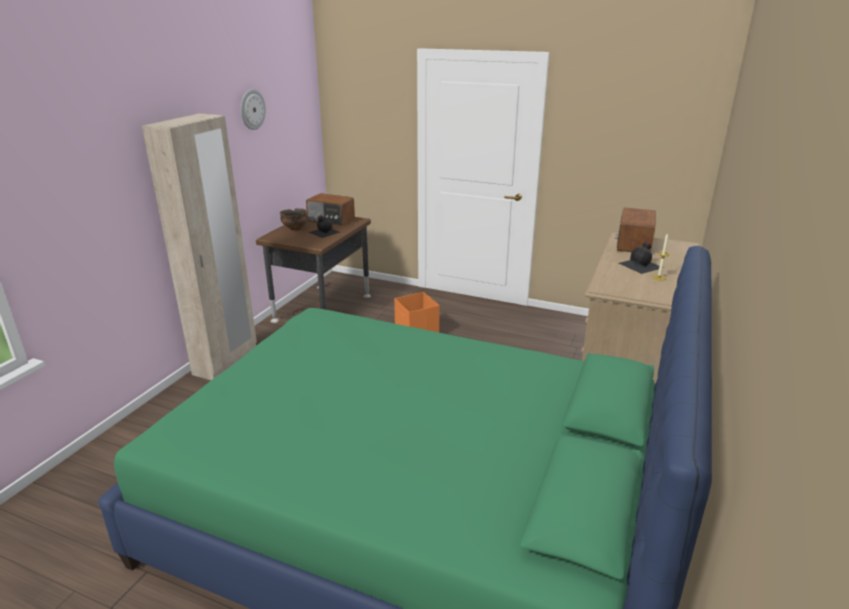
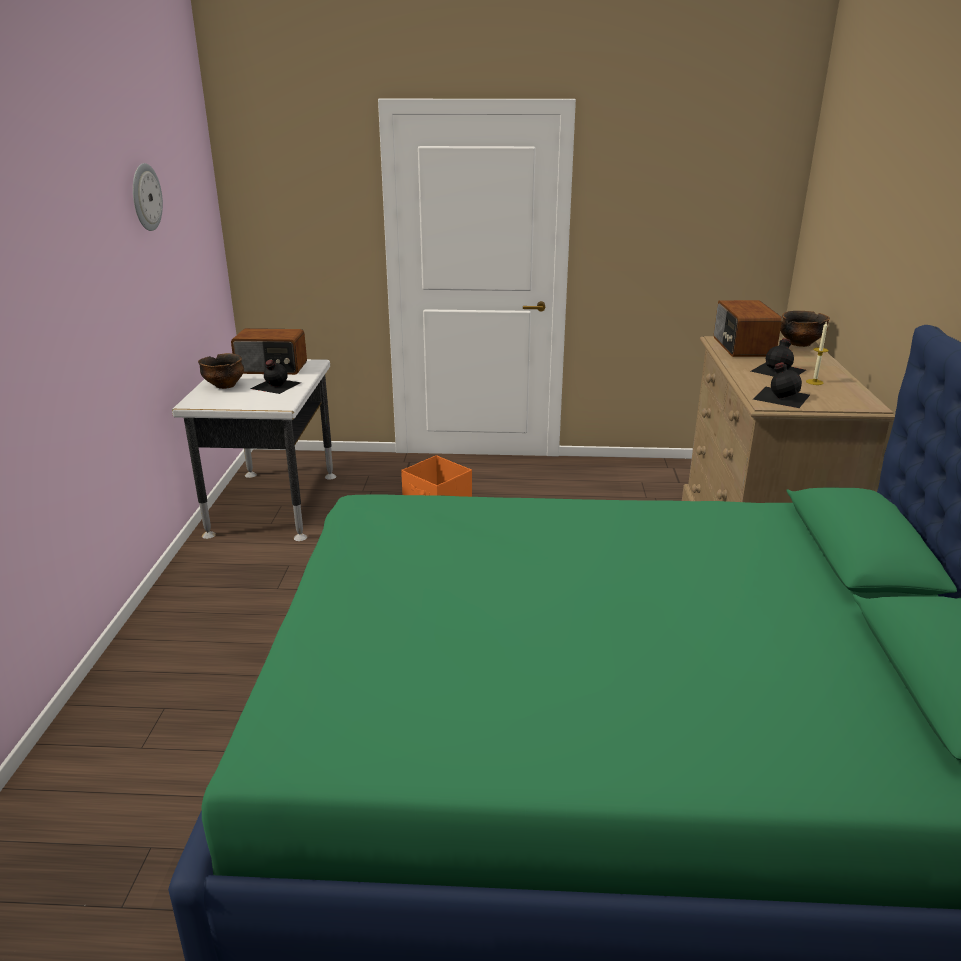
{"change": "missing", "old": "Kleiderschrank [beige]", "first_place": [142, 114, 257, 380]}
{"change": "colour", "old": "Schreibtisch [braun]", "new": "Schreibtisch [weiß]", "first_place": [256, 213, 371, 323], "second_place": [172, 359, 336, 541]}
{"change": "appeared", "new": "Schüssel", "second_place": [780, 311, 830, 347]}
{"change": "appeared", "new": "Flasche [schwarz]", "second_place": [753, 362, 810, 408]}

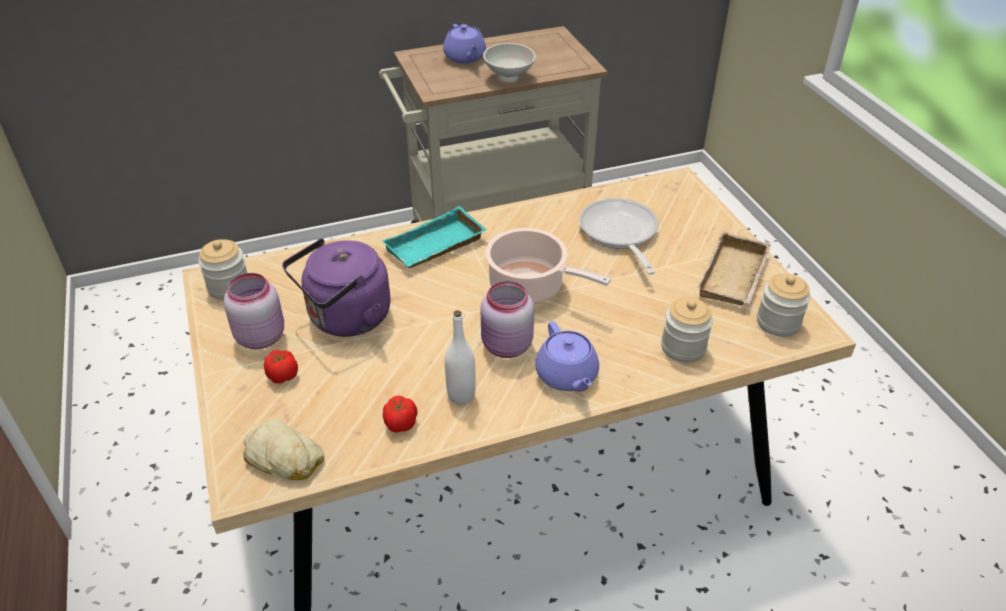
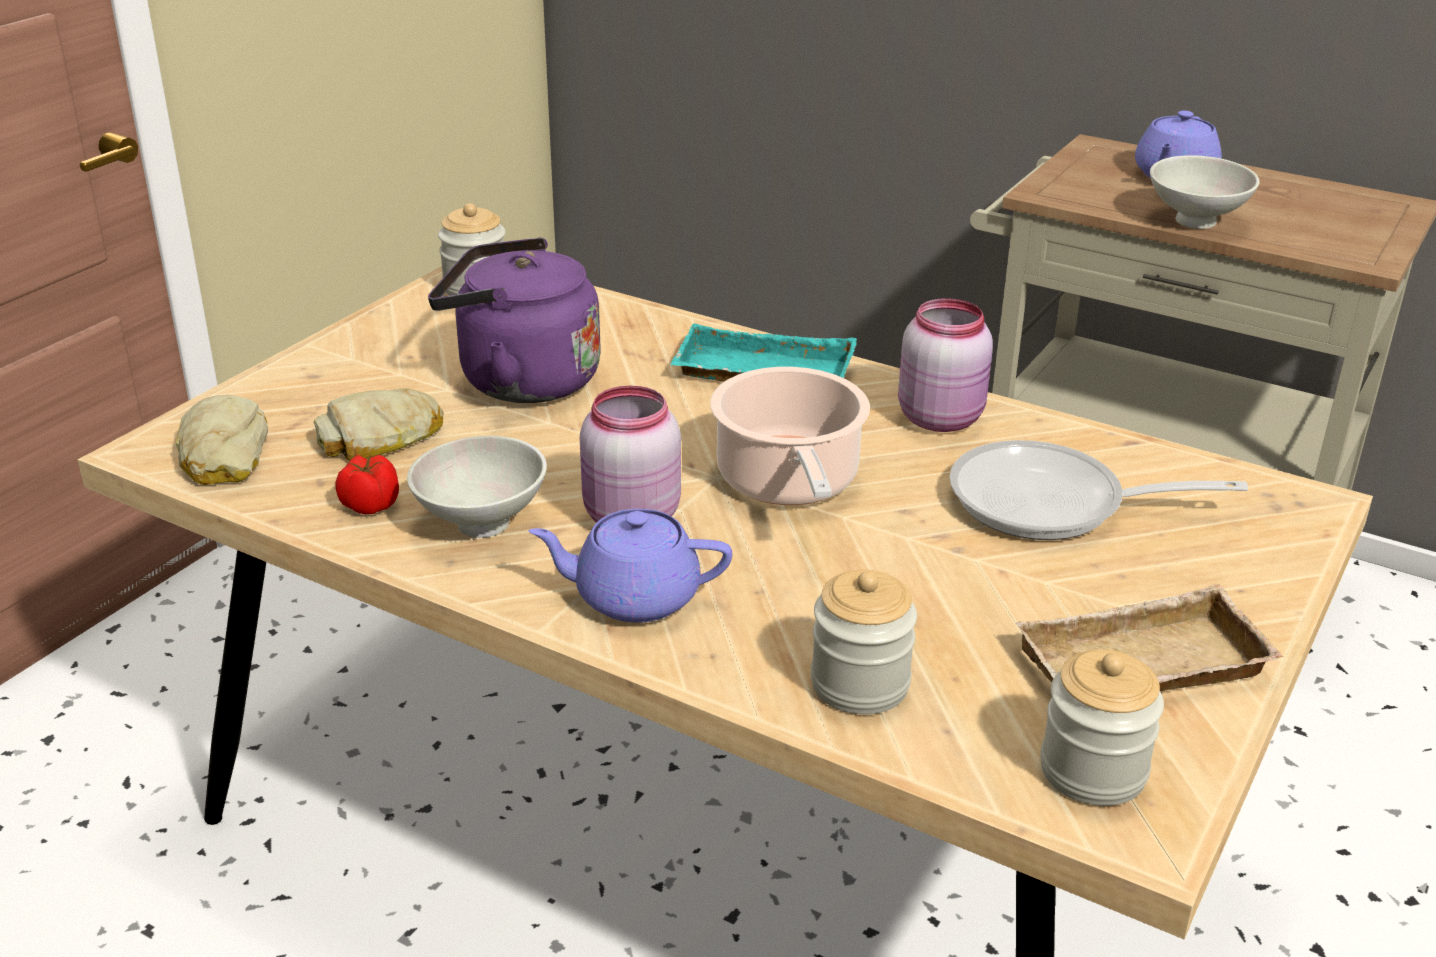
{"change": "spun", "old": "Pfanne", "first_place": [579, 198, 659, 275], "second_place": [949, 440, 1248, 540], "degrees": -120}
{"change": "relocated", "old": "Vorratsglas [rosa]", "first_place": [224, 273, 284, 350], "second_place": [898, 298, 993, 432]}
{"change": "exchanged", "old": "Flasche [weiß]", "new": "Schüssel [weiß]", "first_place": [445, 310, 476, 405], "second_place": [407, 436, 547, 538]}
{"change": "spun", "old": "Teekanne [lila]", "first_place": [535, 321, 599, 392], "second_place": [528, 509, 732, 623], "degrees": 60}
{"change": "missing", "old": "Tomate", "first_place": [264, 350, 298, 383]}
{"change": "appeared", "new": "Brot", "second_place": [314, 388, 444, 461]}

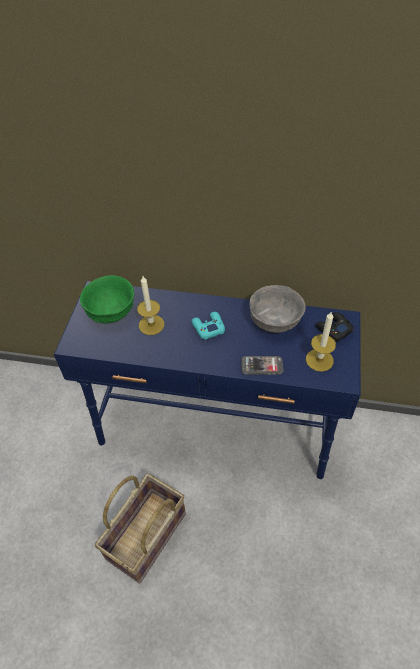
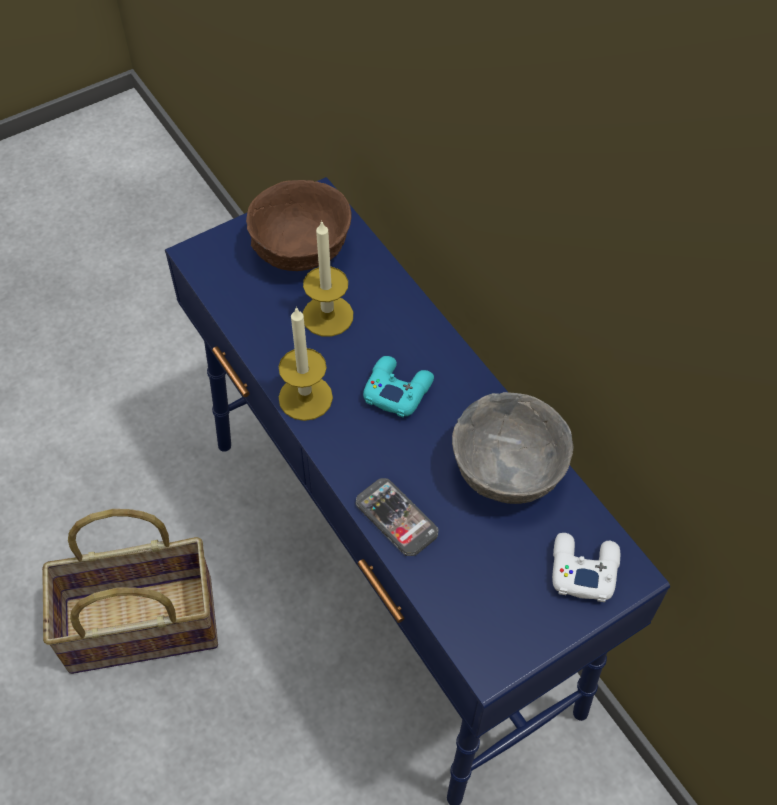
{"change": "colour", "old": "Schüssel [grün]", "new": "Schüssel [braun]", "first_place": [80, 275, 134, 323], "second_place": [246, 180, 352, 271]}
{"change": "relocated", "old": "Kerze", "first_place": [306, 311, 336, 372], "second_place": [279, 306, 333, 421]}
{"change": "colour", "old": "Gamepad [schwarz]", "new": "Gamepad [weiß]", "first_place": [315, 312, 354, 342], "second_place": [552, 533, 620, 602]}

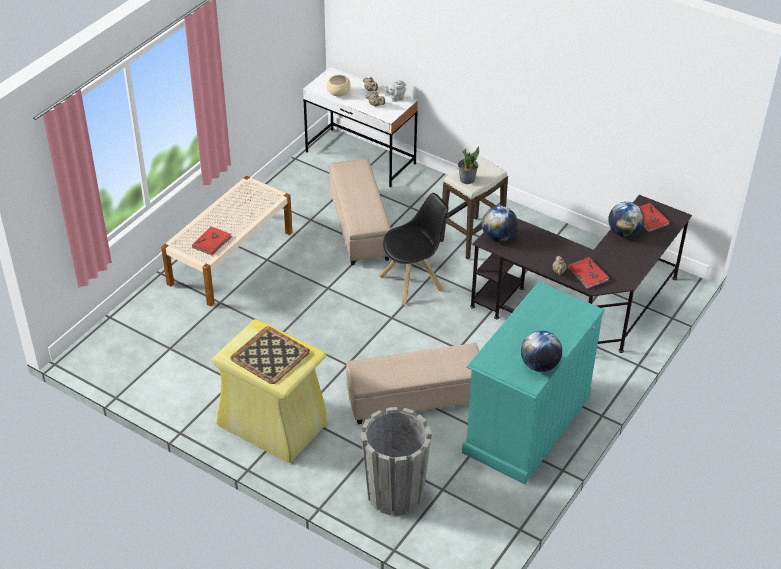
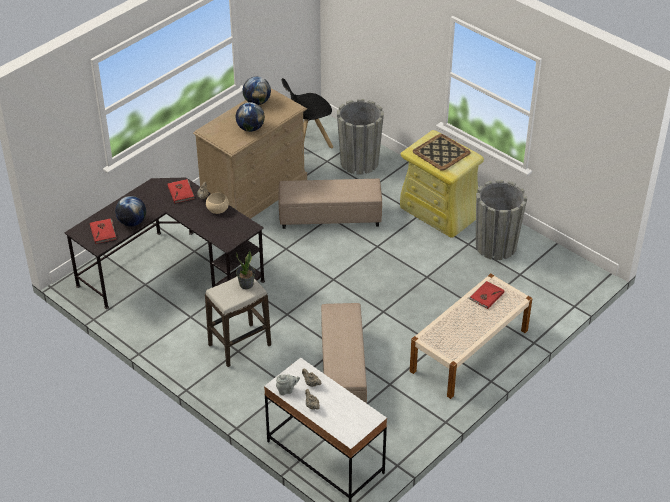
{"change": "relocated", "old": "Schüssel [beige]", "first_place": [327, 75, 351, 97], "second_place": [206, 193, 229, 214]}
{"change": "relocated", "old": "Stuhl [schwarz]", "first_place": [379, 193, 449, 306], "second_place": [281, 78, 333, 148]}
{"change": "relocated", "old": "Globus", "first_place": [482, 206, 518, 242], "second_place": [236, 102, 265, 132]}
{"change": "colour", "old": "Kommode [türkis]", "new": "Kommode [beige]", "first_place": [462, 282, 605, 484], "second_place": [193, 88, 307, 219]}
{"change": "appeared", "new": "Pflanzkübel [grau]", "second_place": [476, 180, 527, 260]}

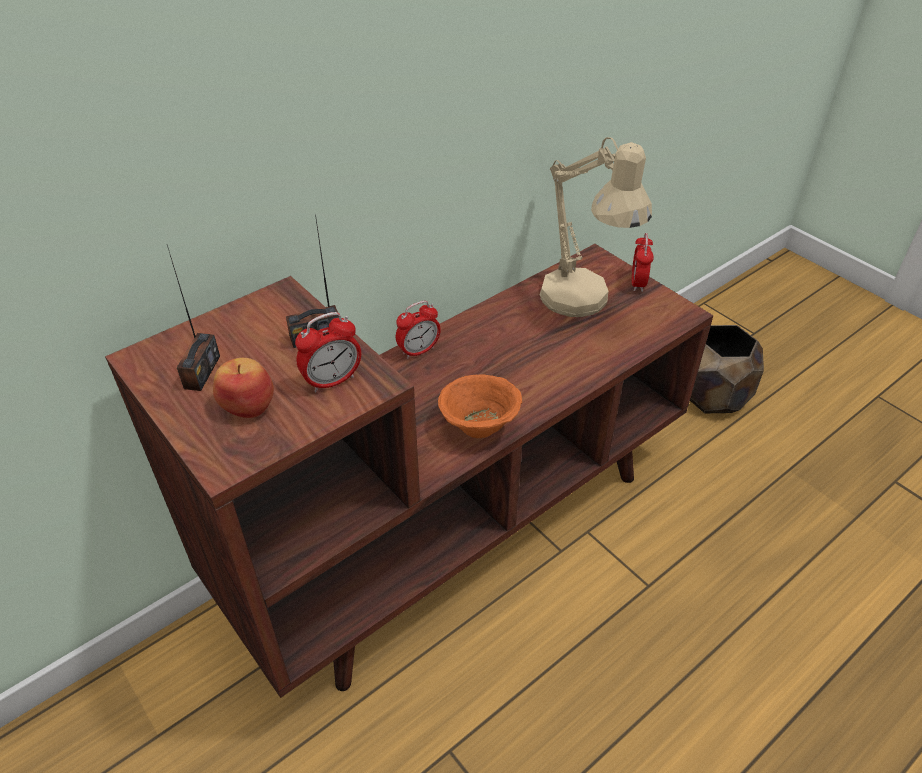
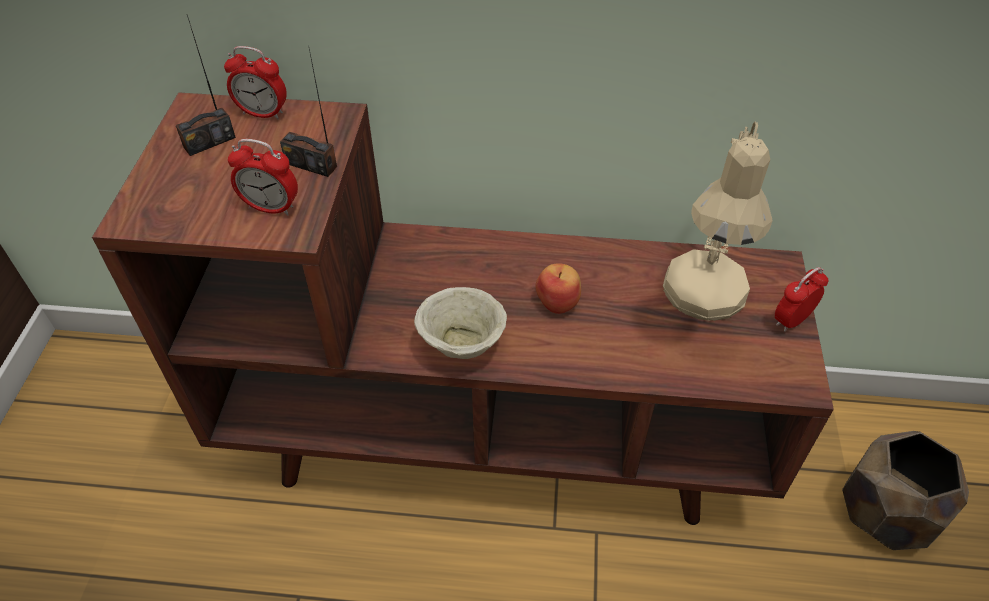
{"change": "relocated", "old": "Wecker", "first_place": [396, 301, 441, 359], "second_place": [224, 46, 287, 120]}
{"change": "relocated", "old": "Apfel", "first_place": [213, 358, 274, 418], "second_place": [536, 263, 581, 314]}
{"change": "colour", "old": "Schüssel [orange]", "new": "Schüssel [beige]", "first_place": [438, 374, 522, 438], "second_place": [414, 287, 507, 359]}

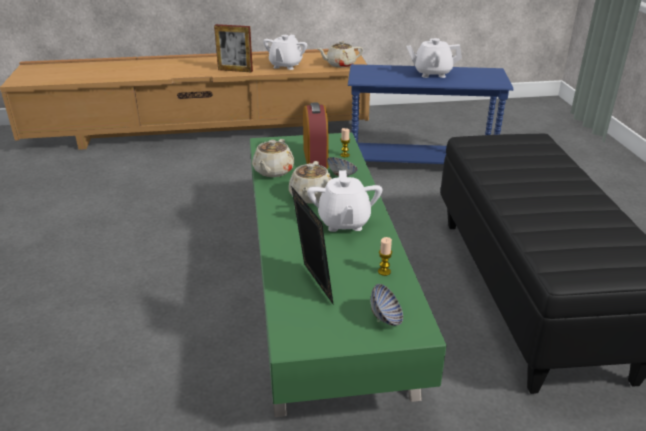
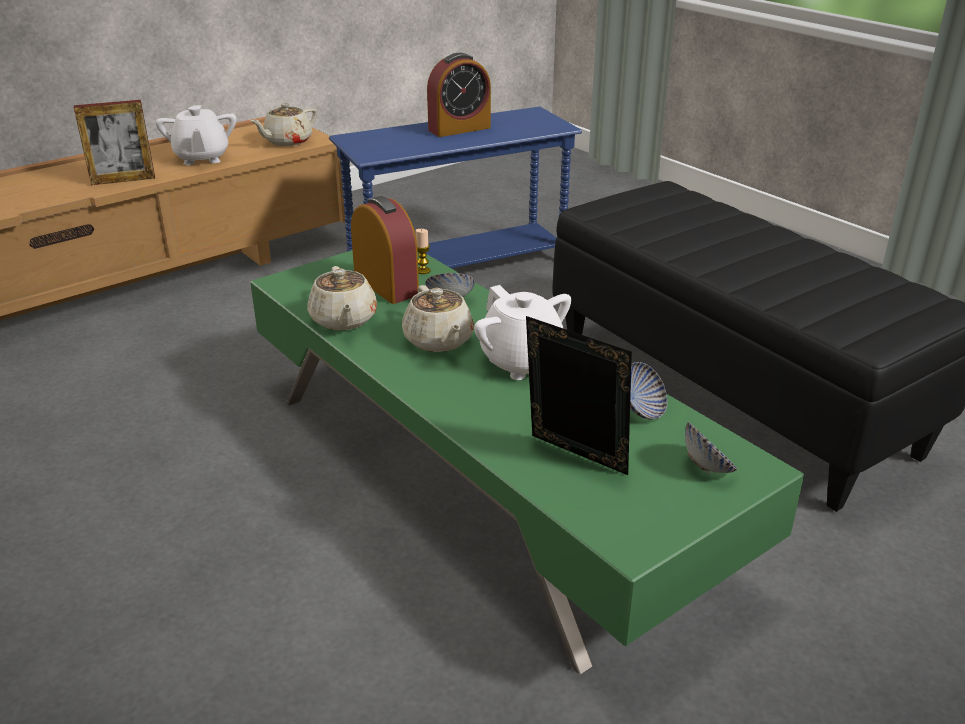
{"change": "exchanged", "old": "Teekanne [weiß]", "new": "Wecker", "first_place": [406, 38, 462, 78], "second_place": [427, 53, 491, 137]}
{"change": "exchanged", "old": "Kerze", "new": "Schüssel", "first_place": [378, 237, 392, 276], "second_place": [630, 362, 667, 420]}

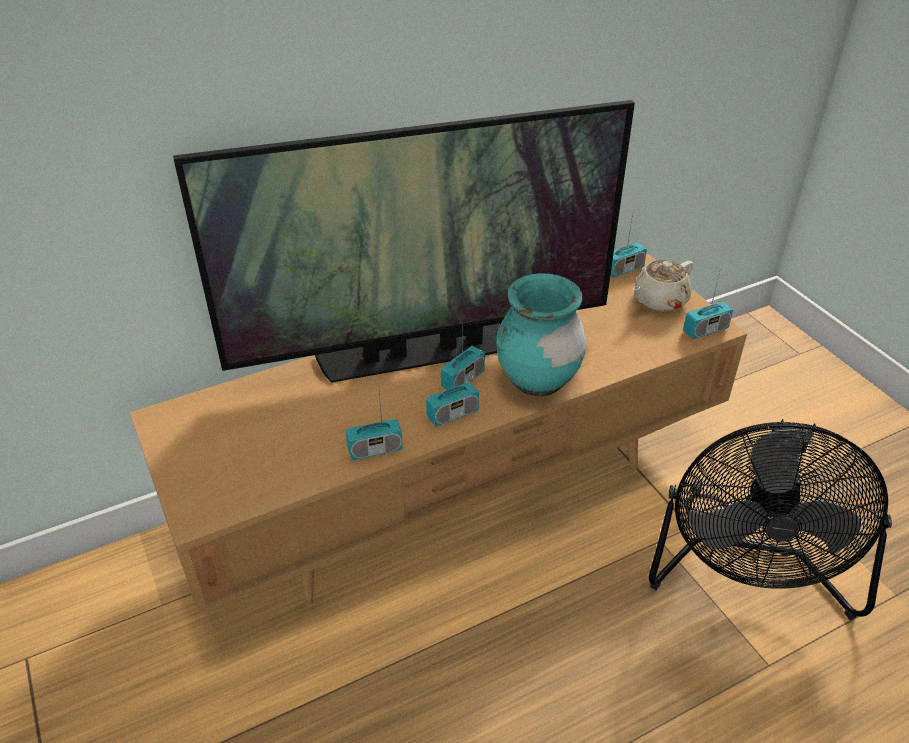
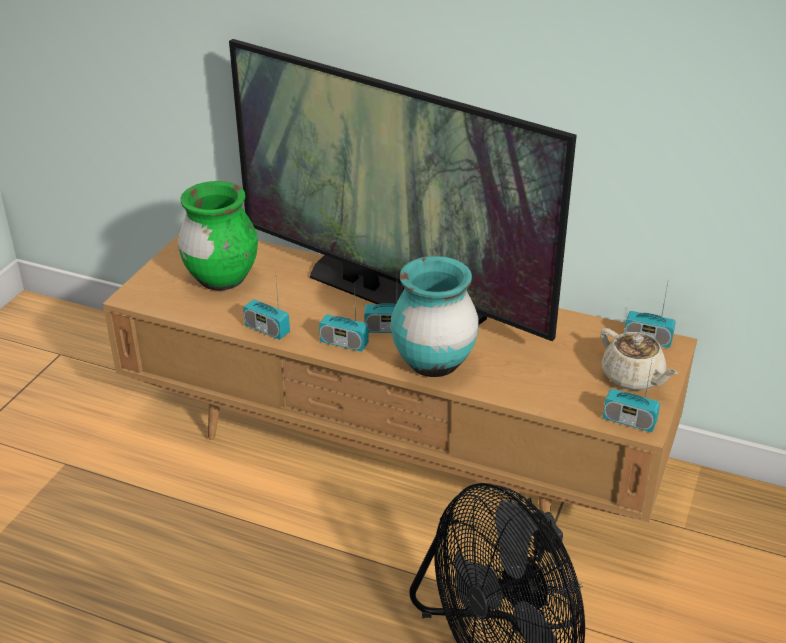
{"change": "spun", "old": "Teekanne [beige]", "first_place": [633, 260, 694, 311], "second_place": [601, 328, 678, 390], "degrees": -135}
{"change": "appeared", "new": "Vase [grün]", "second_place": [178, 181, 258, 290]}

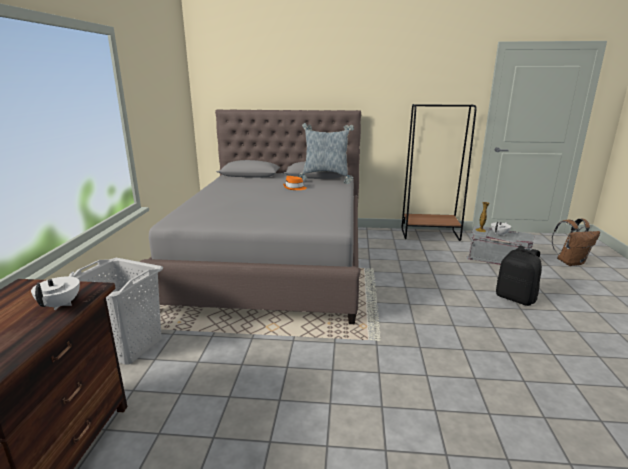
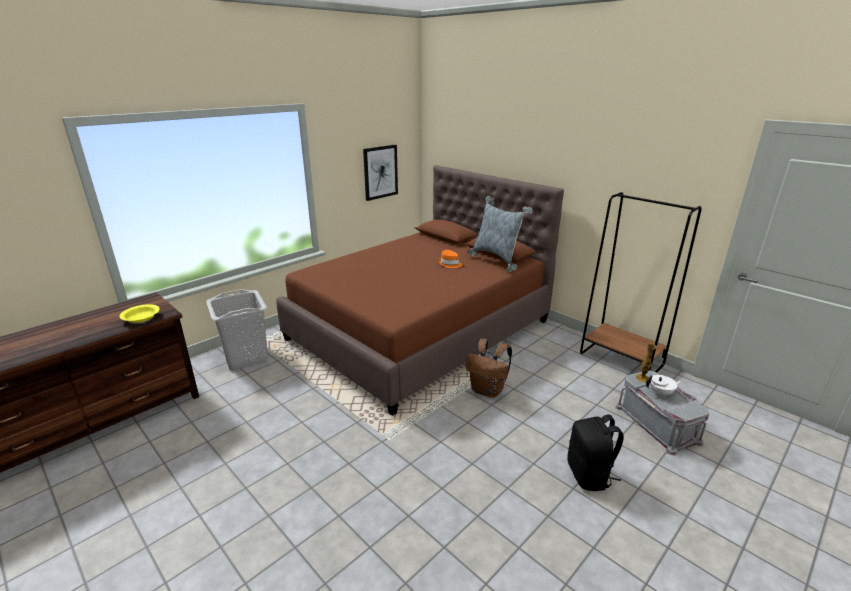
{"change": "colour", "old": "Bett [grau]", "new": "Bett [braun]", "first_place": [140, 109, 361, 324], "second_place": [276, 165, 564, 416]}
{"change": "relocated", "old": "Rucksack [braun]", "first_place": [552, 218, 600, 266], "second_place": [466, 338, 512, 398]}
{"change": "exchanged", "old": "Teekanne [weiß]", "new": "Schüssel [gelb]", "first_place": [31, 272, 80, 310], "second_place": [119, 304, 160, 323]}
{"change": "appeared", "new": "Bild", "second_place": [363, 145, 398, 201]}

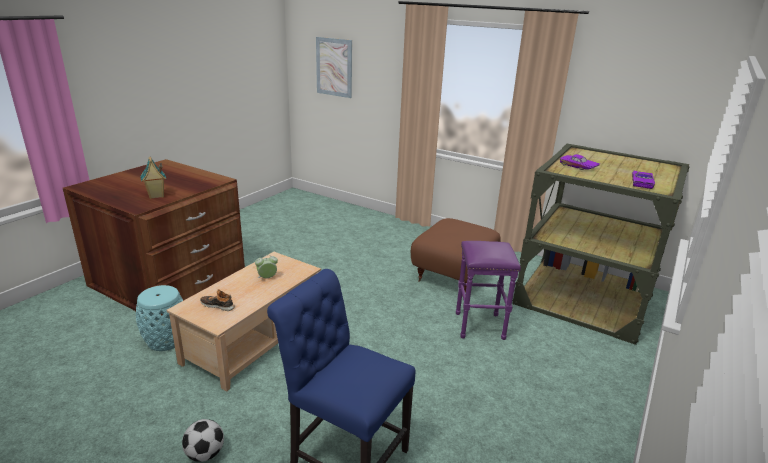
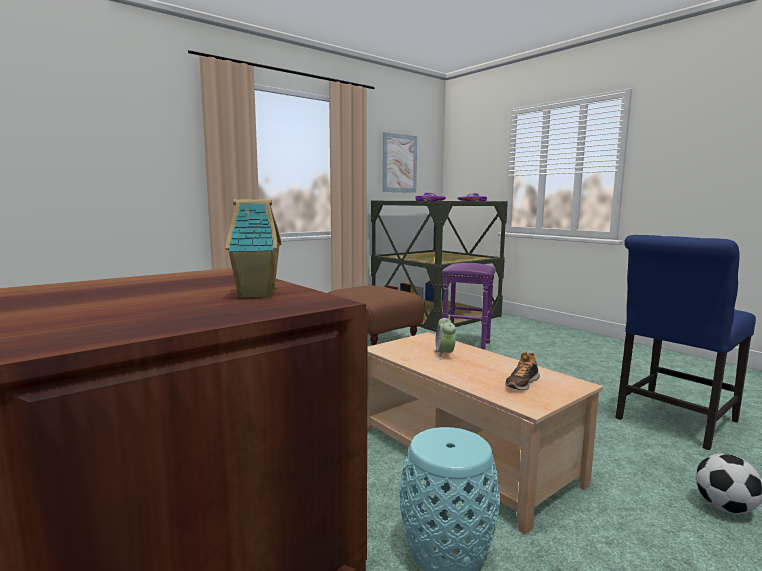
{"change": "relocated", "old": "Bild", "first_place": [316, 37, 352, 98], "second_place": [382, 132, 417, 193]}

